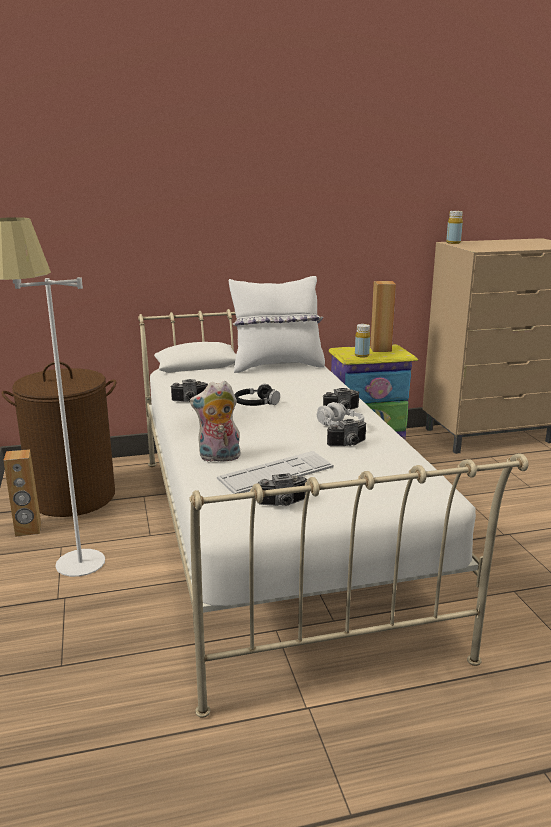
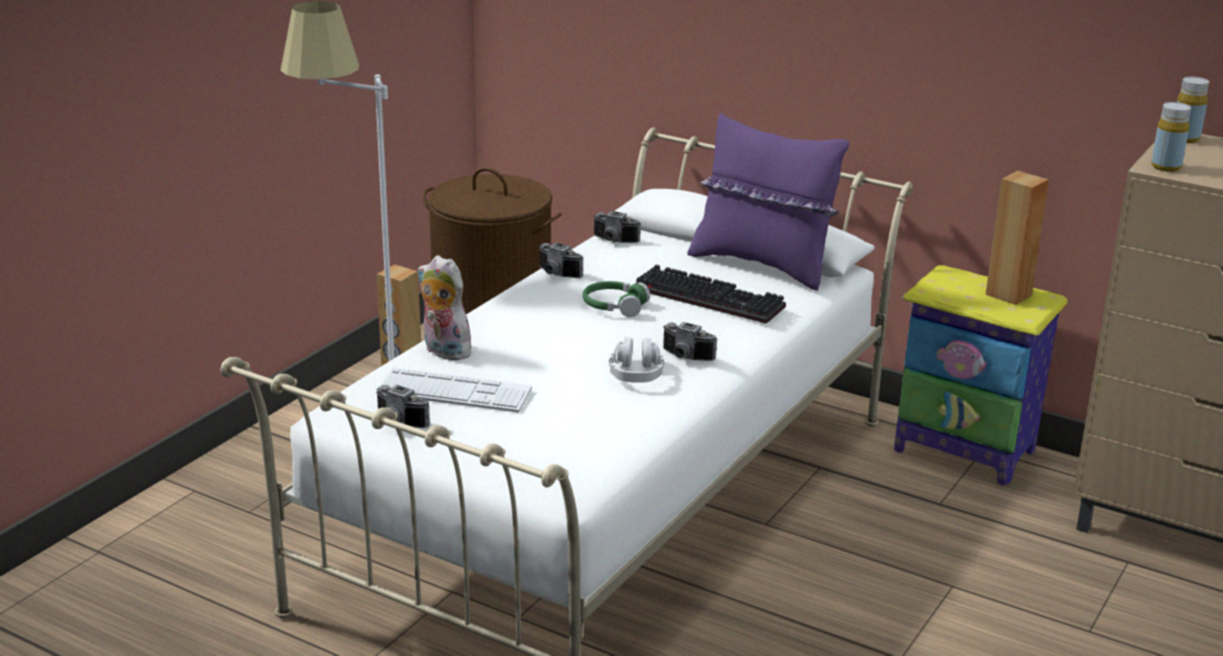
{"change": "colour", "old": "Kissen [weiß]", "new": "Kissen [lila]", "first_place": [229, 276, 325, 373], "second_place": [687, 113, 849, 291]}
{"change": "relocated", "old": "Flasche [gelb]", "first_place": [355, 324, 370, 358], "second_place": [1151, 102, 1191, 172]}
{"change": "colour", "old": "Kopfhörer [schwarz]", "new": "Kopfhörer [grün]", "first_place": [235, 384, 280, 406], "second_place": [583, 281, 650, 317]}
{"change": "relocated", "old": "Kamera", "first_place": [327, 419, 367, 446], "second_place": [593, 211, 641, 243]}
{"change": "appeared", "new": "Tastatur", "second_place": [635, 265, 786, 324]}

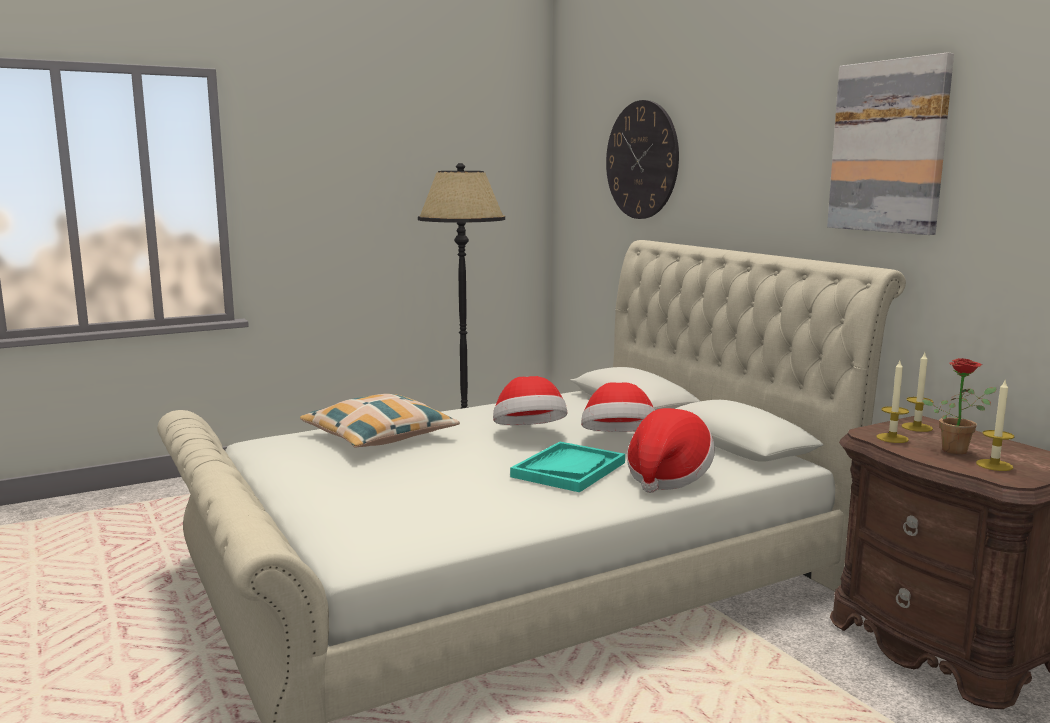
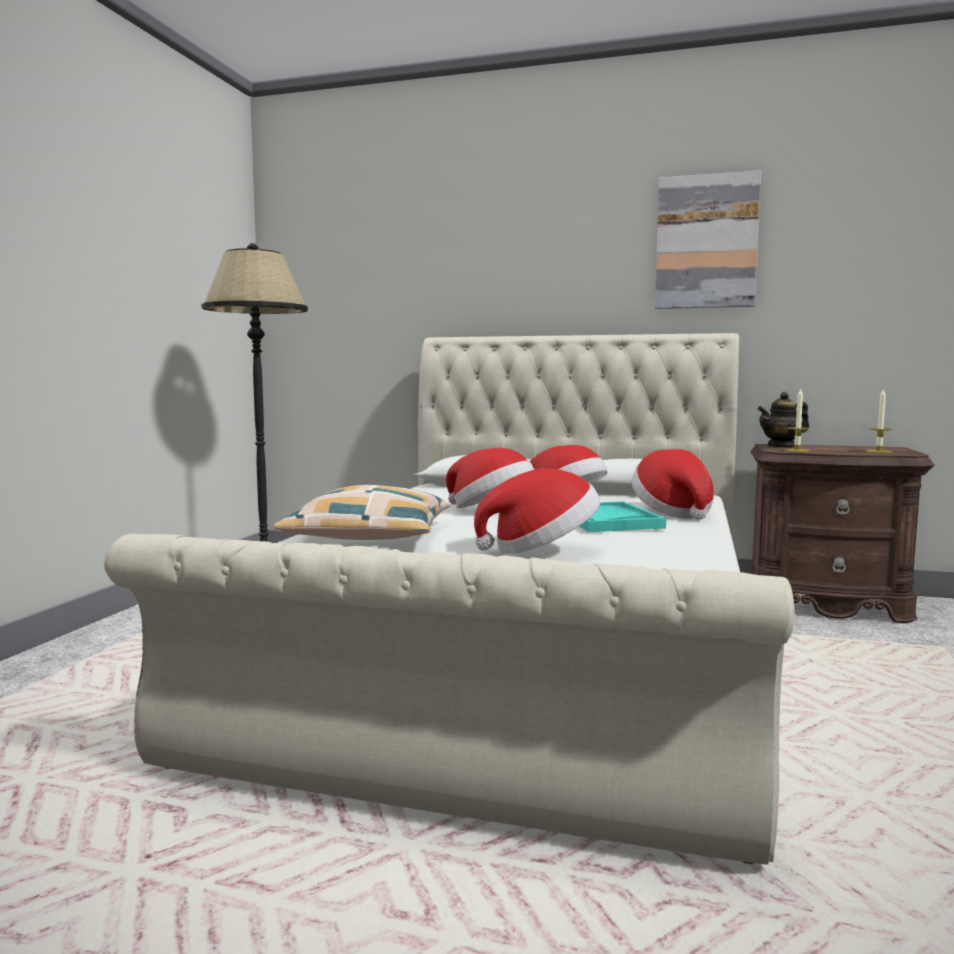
{"change": "missing", "old": "Wanduhr", "first_place": [606, 100, 679, 219]}
{"change": "exchanged", "old": "Kerze", "new": "Teekanne", "first_place": [901, 353, 933, 432], "second_place": [758, 392, 809, 448]}
{"change": "missing", "old": "Topfpflanze", "first_place": [922, 358, 996, 454]}
{"change": "appeared", "new": "Hut", "second_place": [474, 468, 600, 554]}

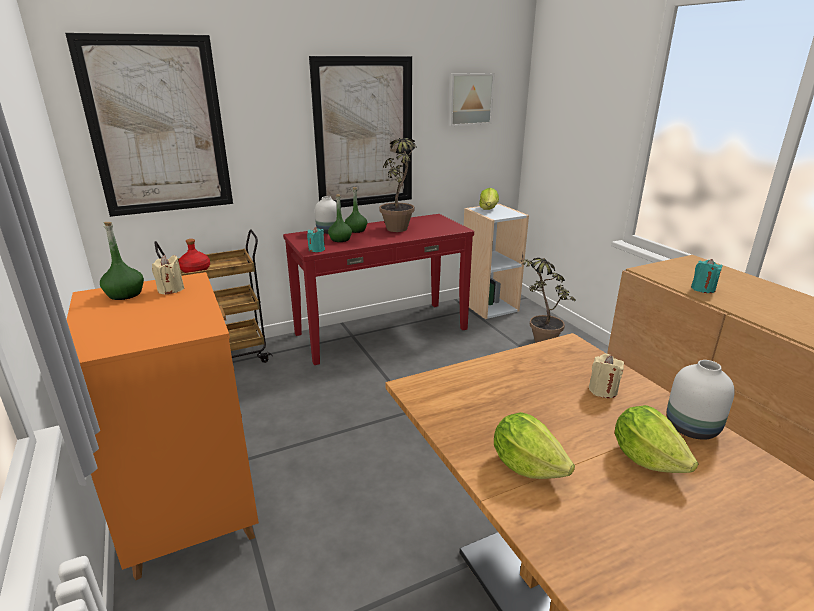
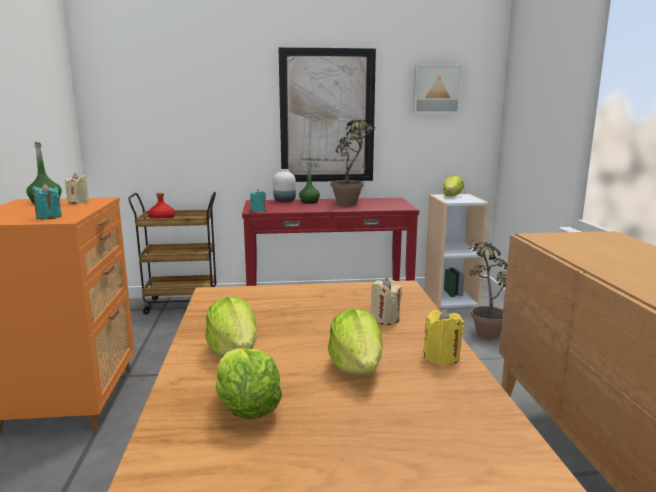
{"change": "missing", "old": "Bild", "first_place": [65, 33, 233, 217]}
{"change": "missing", "old": "Flasche [grün]", "first_place": [328, 194, 352, 242]}
{"change": "relocated", "old": "Kerze [türkis]", "first_place": [691, 259, 723, 293], "second_place": [33, 183, 62, 219]}
{"change": "exchanged", "old": "Vase [weiß]", "new": "Kerze [gelb]", "first_place": [667, 360, 735, 440], "second_place": [423, 309, 464, 365]}
{"change": "appeared", "new": "Salatkopf", "second_place": [215, 348, 282, 419]}

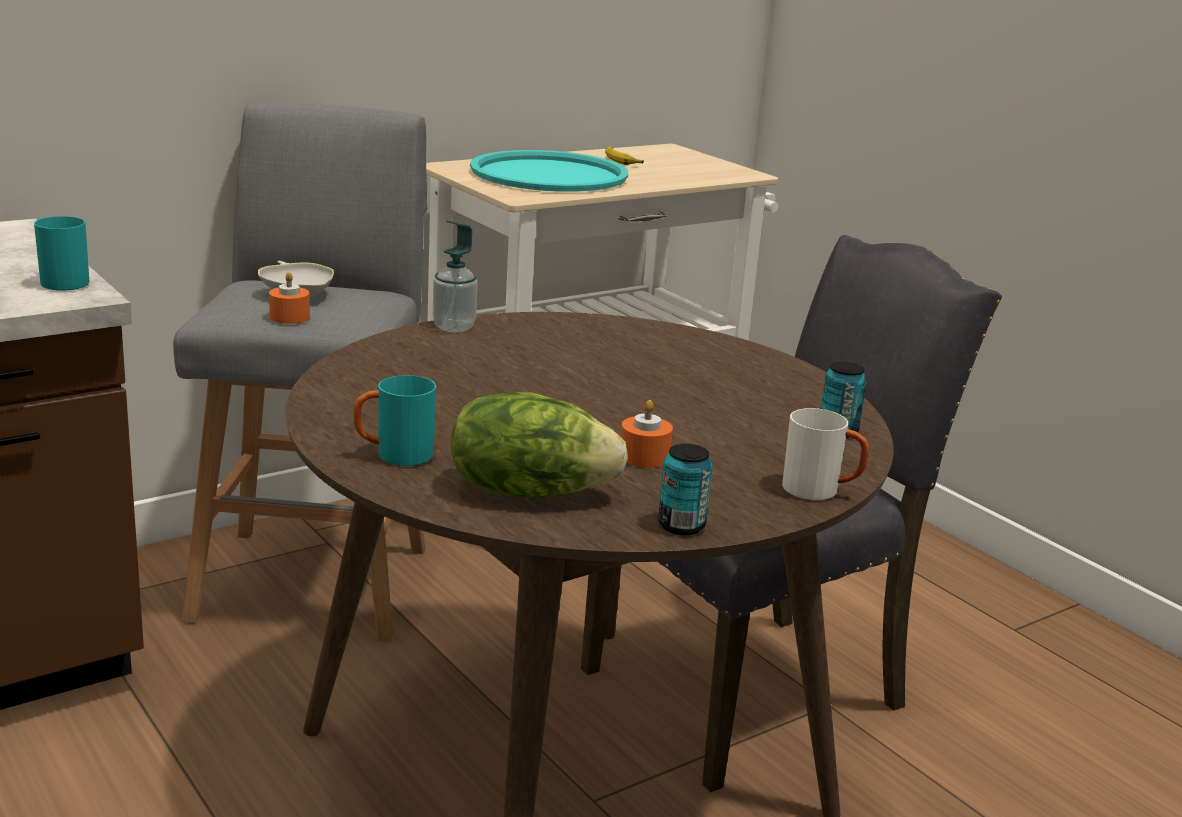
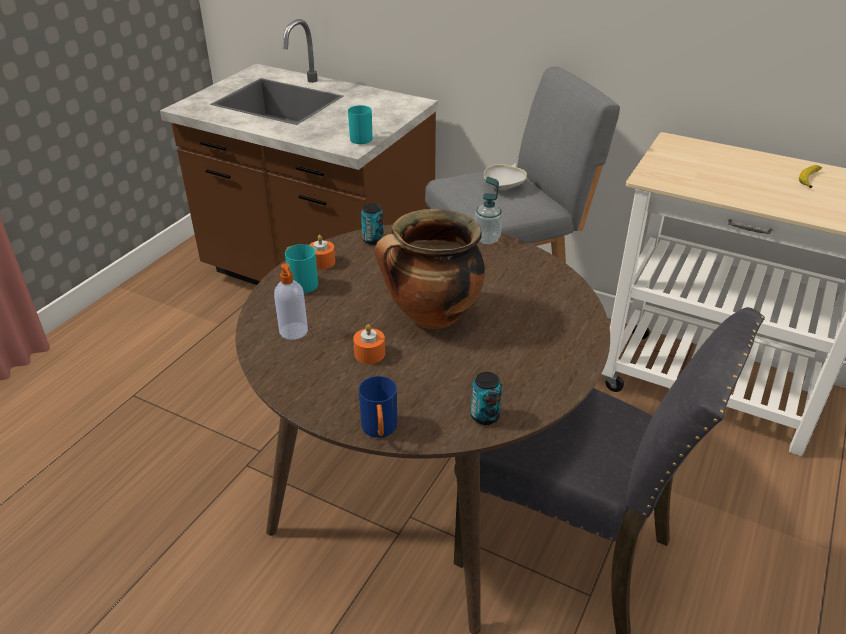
{"change": "missing", "old": "Tablett [türkis]", "first_place": [470, 150, 628, 192]}
{"change": "relocated", "old": "Kerze [orange]", "first_place": [269, 272, 310, 324], "second_place": [309, 235, 335, 270]}
{"change": "exchanged", "old": "Salatkopf", "new": "Seifenspender", "first_place": [451, 392, 628, 498], "second_place": [274, 263, 308, 340]}
{"change": "colour", "old": "Henkelbecher [weiß]", "new": "Henkelbecher [blau]", "first_place": [782, 408, 869, 500], "second_place": [359, 376, 397, 438]}
{"change": "relocated", "old": "Dose", "first_place": [658, 444, 713, 535], "second_place": [361, 204, 384, 245]}
{"change": "appeared", "new": "Kochtopf", "second_place": [375, 209, 485, 329]}

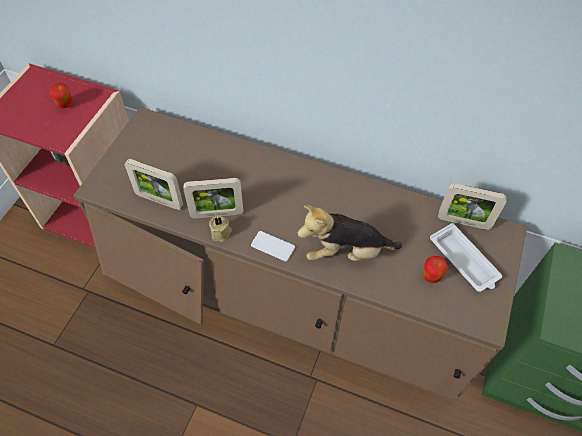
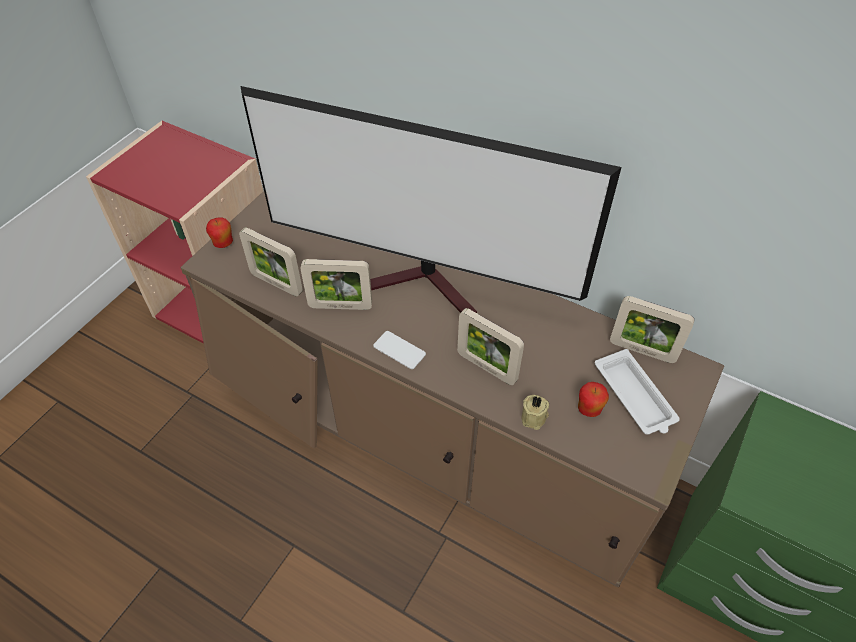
{"change": "relocated", "old": "Apfel", "first_place": [49, 83, 73, 108], "second_place": [206, 217, 233, 248]}
{"change": "exchanged", "old": "Plüschtier", "new": "Bilderrahmen", "first_place": [297, 205, 402, 261], "second_place": [457, 308, 524, 385]}
{"change": "relocated", "old": "Kerze [beige]", "first_place": [209, 216, 232, 242], "second_place": [522, 395, 549, 430]}
{"change": "appeared", "new": "Fernseher", "second_place": [240, 86, 622, 313]}

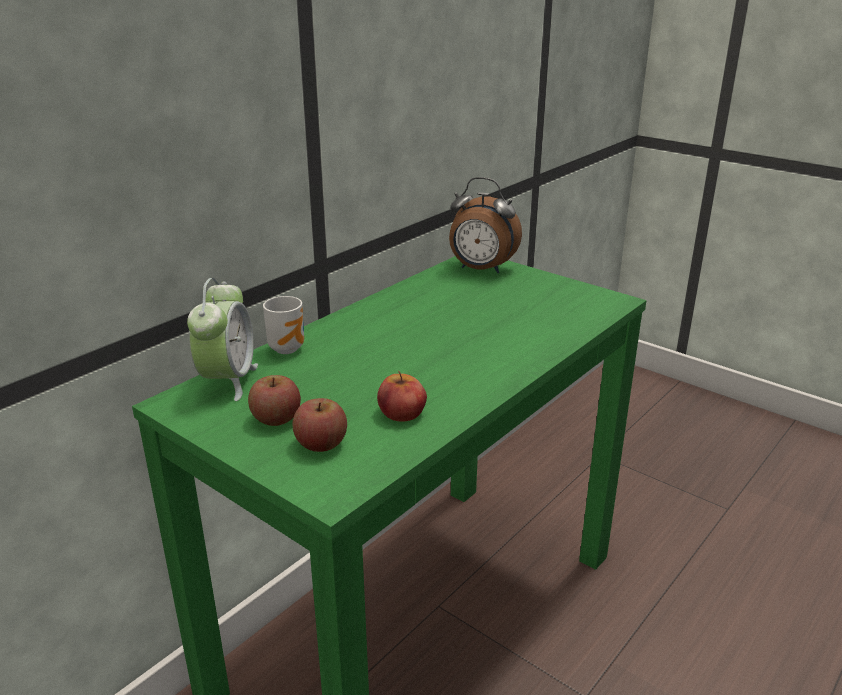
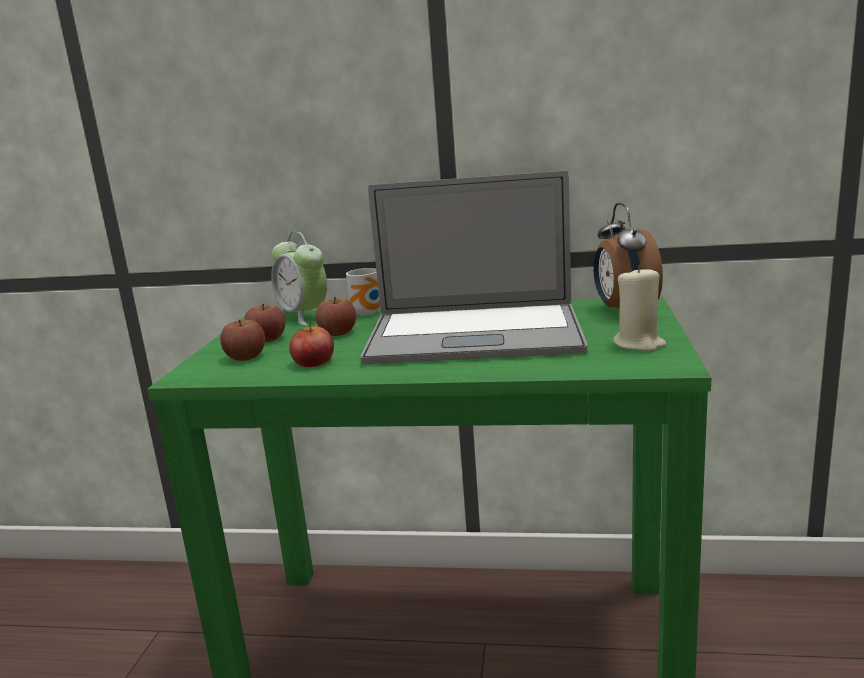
{"change": "spun", "old": "Wecker", "first_place": [187, 278, 258, 401], "second_place": [271, 232, 327, 325], "degrees": 75}
{"change": "appeared", "new": "Laptop", "second_place": [361, 170, 587, 364]}
{"change": "appeared", "new": "Kerze [beige]", "second_place": [613, 265, 666, 351]}
{"change": "appeared", "new": "Apfel", "second_place": [316, 297, 356, 336]}

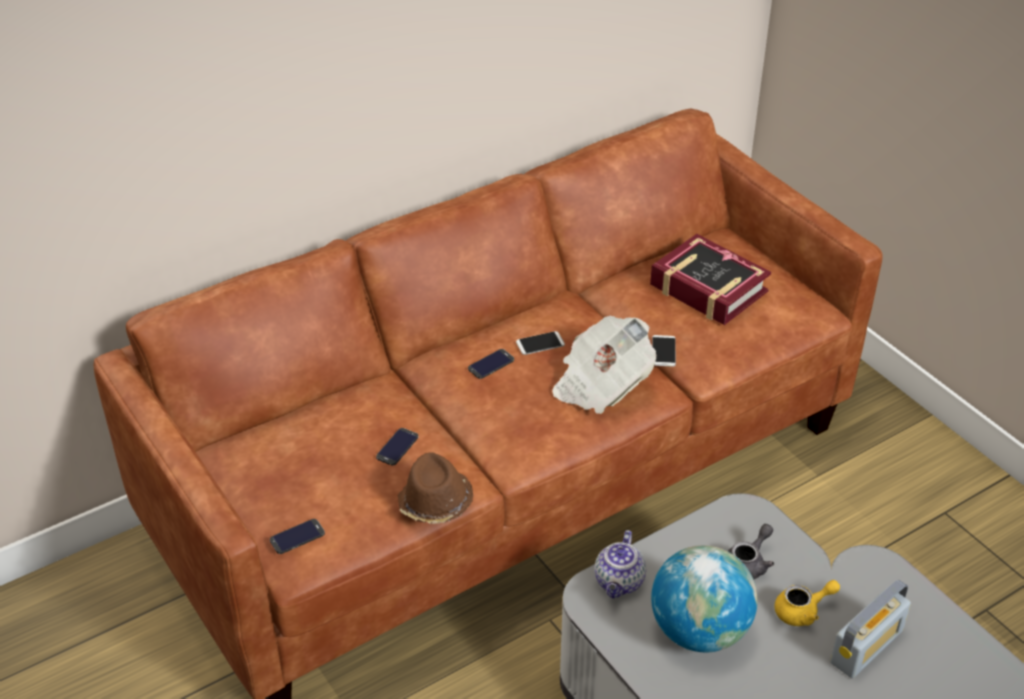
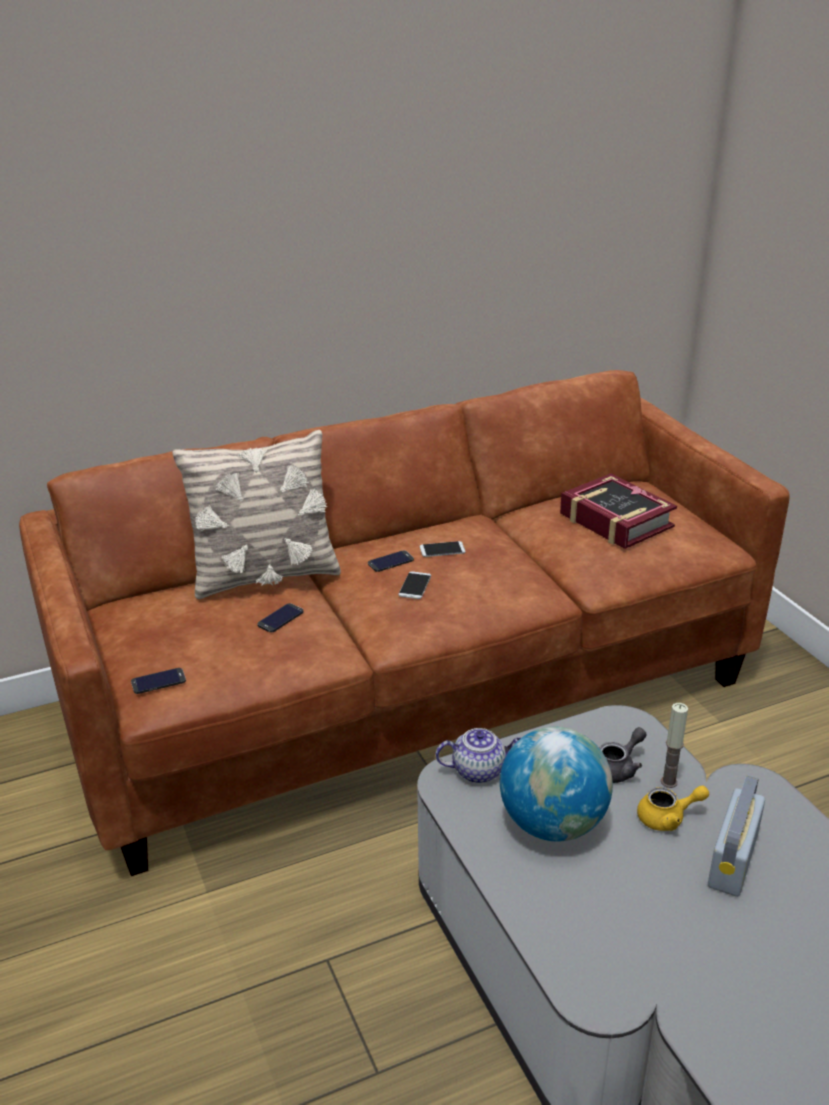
{"change": "missing", "old": "Zeitung", "first_place": [552, 316, 656, 414]}
{"change": "relocated", "old": "Handy", "first_place": [652, 335, 676, 367], "second_place": [399, 571, 431, 599]}
{"change": "missing", "old": "Hut [braun]", "first_place": [398, 452, 473, 524]}
{"change": "spun", "old": "Teekanne", "first_place": [595, 530, 646, 599], "second_place": [435, 728, 521, 783], "degrees": -120}
{"change": "spun", "old": "Radio", "first_place": [830, 579, 911, 678], "second_place": [708, 776, 765, 897], "degrees": 150}
{"change": "appeared", "new": "Kissen [beige]", "second_place": [172, 430, 341, 599]}
{"change": "appeared", "new": "Kerze", "second_place": [661, 703, 688, 788]}

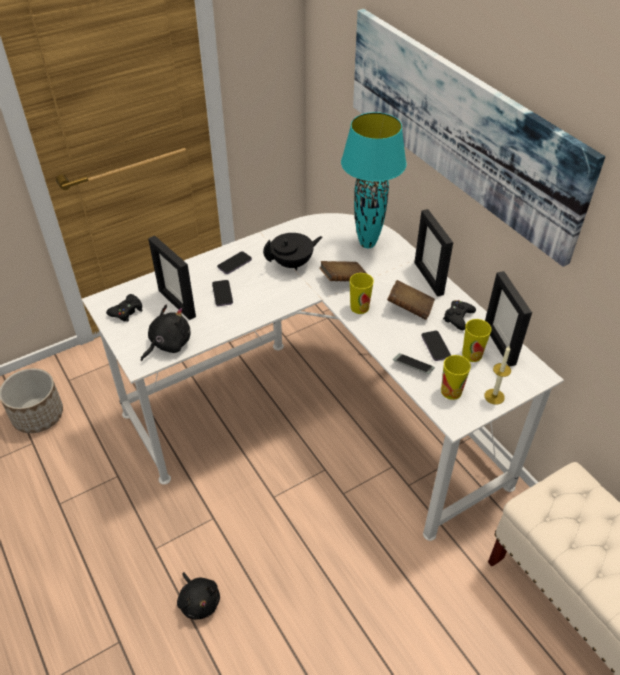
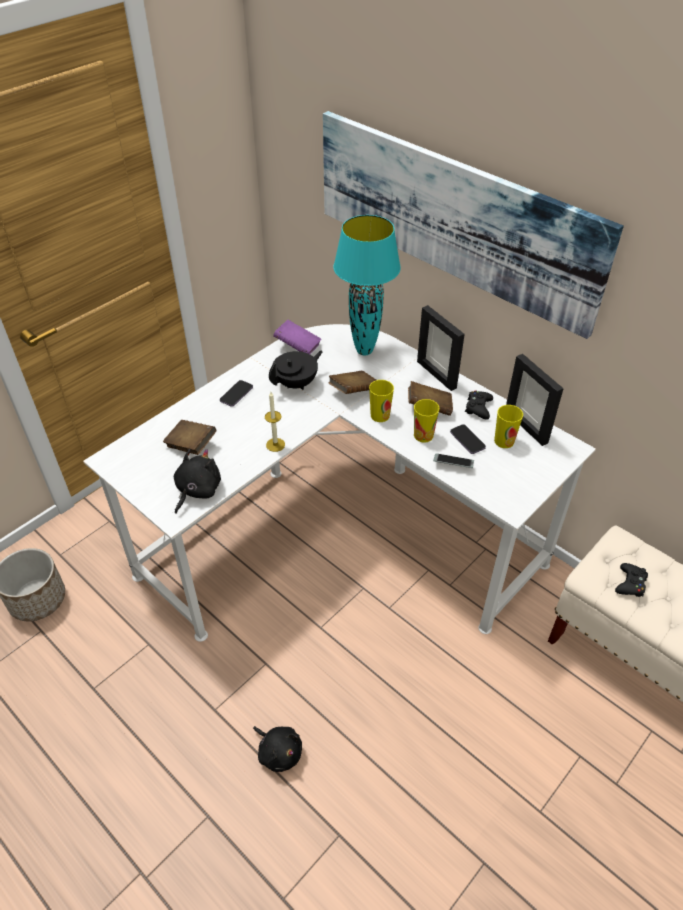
{"change": "exchanged", "old": "Bilderrahmen", "new": "Buch [braun]", "first_place": [148, 235, 196, 320], "second_place": [163, 420, 217, 455]}
{"change": "missing", "old": "Handy", "first_place": [212, 280, 233, 306]}
{"change": "relocated", "old": "Gamepad [schwarz]", "first_place": [106, 294, 143, 322], "second_place": [615, 563, 648, 597]}
{"change": "relocated", "old": "Kerze", "first_place": [484, 346, 511, 405], "second_place": [265, 392, 285, 452]}
{"change": "relocated", "old": "Tasse", "first_place": [441, 355, 471, 400], "second_place": [414, 399, 439, 443]}
{"change": "appeared", "new": "Buch [lila]", "second_place": [273, 320, 321, 354]}

